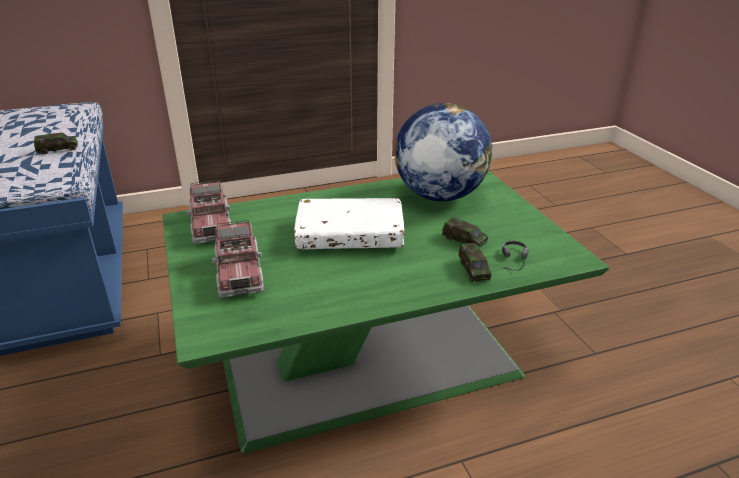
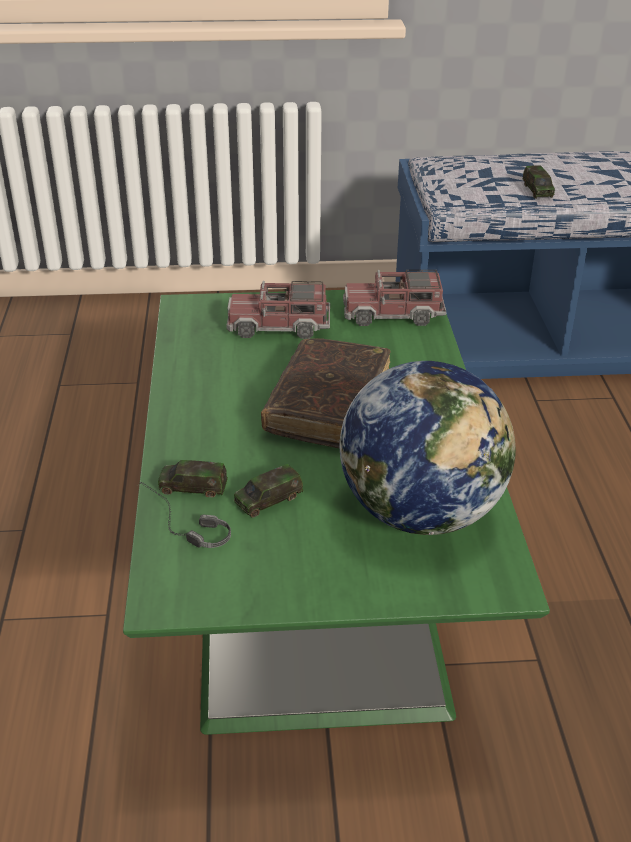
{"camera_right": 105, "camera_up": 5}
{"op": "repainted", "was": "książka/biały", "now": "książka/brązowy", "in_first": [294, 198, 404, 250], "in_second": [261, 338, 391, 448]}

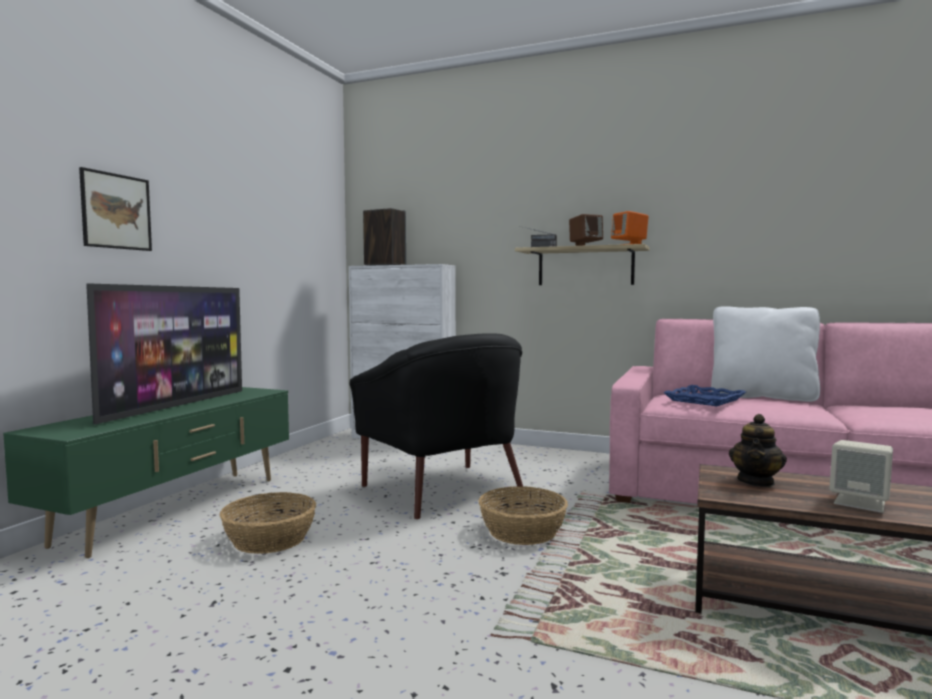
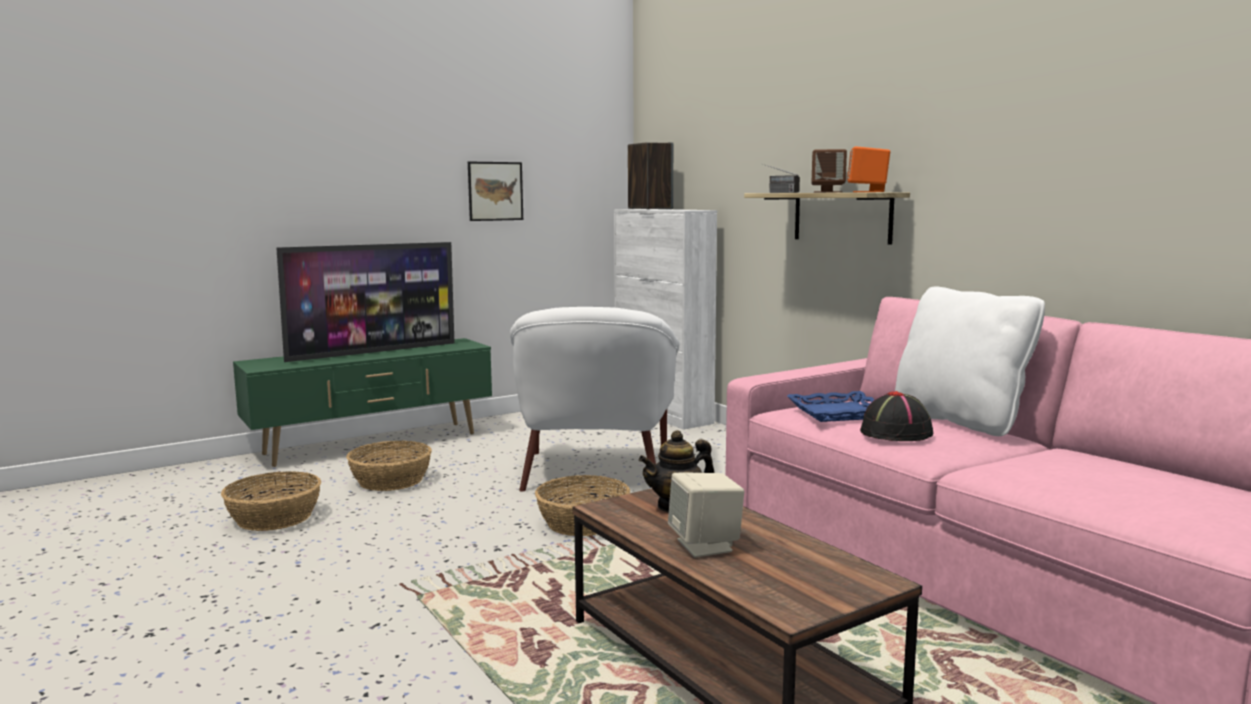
{"camera_right": 35, "camera_up": 5}
{"op": "new", "now": "koszyk", "in_second": [221, 471, 321, 531]}
{"op": "shifted", "was": "obraz", "in_first": [79, 167, 152, 251], "in_second": [468, 162, 523, 221]}
{"op": "repainted", "was": "fotel/czarny", "now": "fotel/biały", "in_first": [350, 333, 523, 519], "in_second": [510, 307, 680, 492]}
{"op": "new", "now": "kapelusz/czarny", "in_second": [860, 391, 933, 441]}

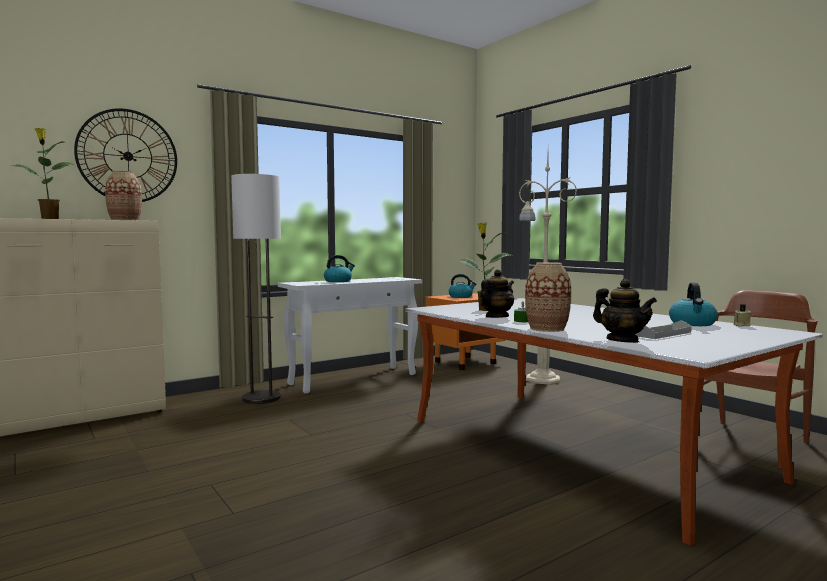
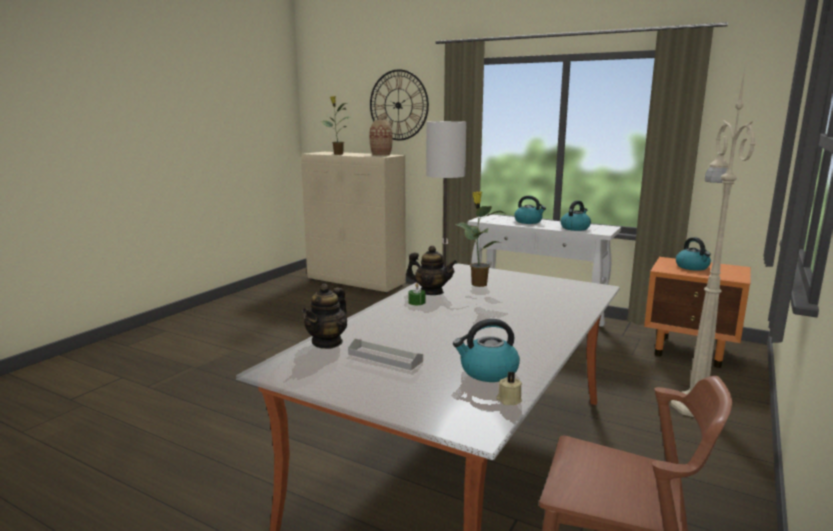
{"camera_right": 65, "camera_up": 10}
{"op": "new", "now": "czajnik", "in_second": [560, 201, 591, 231]}
{"op": "gone", "was": "wazon", "in_first": [525, 262, 571, 332]}

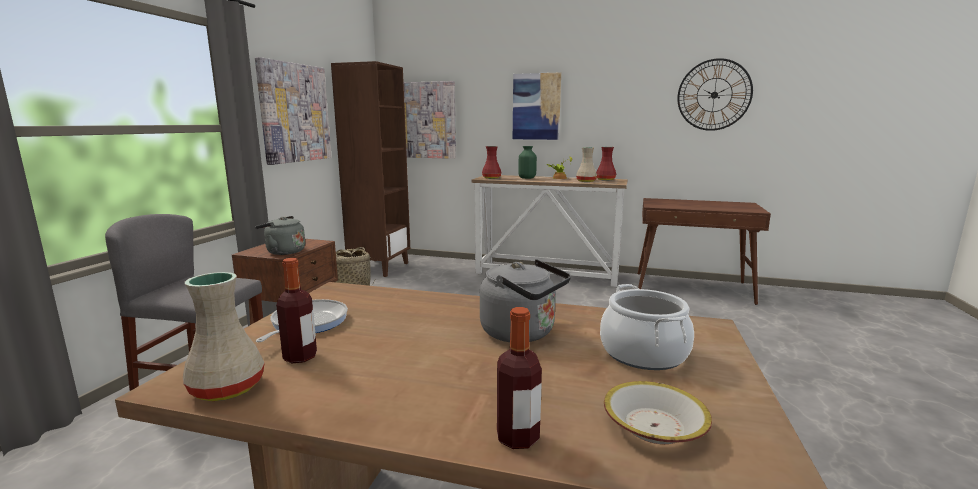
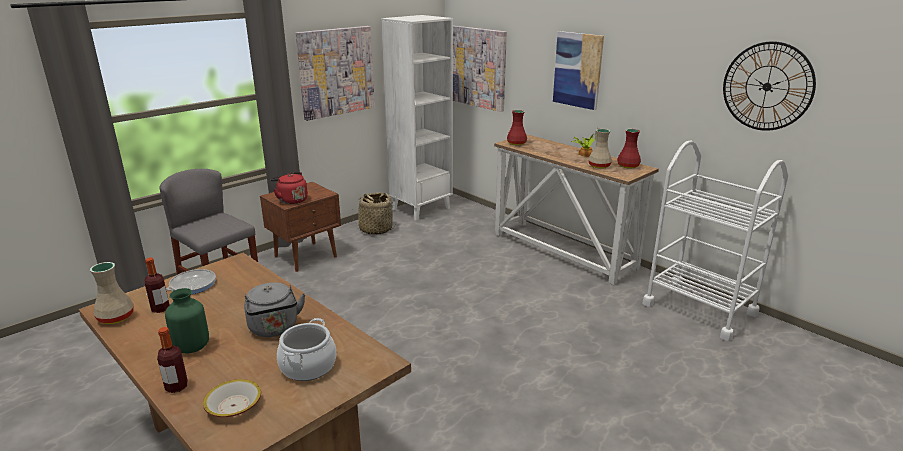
{"camera_right": 30, "camera_up": 10}
{"op": "shifted", "was": "wazon/zielony", "in_first": [518, 146, 537, 179], "in_second": [165, 288, 209, 354]}
{"op": "repainted", "was": "czajnik/szary", "now": "czajnik/czerwony", "in_first": [255, 216, 305, 255], "in_second": [270, 172, 308, 204]}
{"op": "repainted", "was": "regał/brązowy", "now": "regał/biały", "in_first": [331, 61, 410, 277], "in_second": [381, 15, 453, 221]}
{"op": "swapped", "was": "biurko/brązowy", "now": "wózek/biały", "in_first": [638, 198, 771, 305], "in_second": [642, 140, 788, 341]}

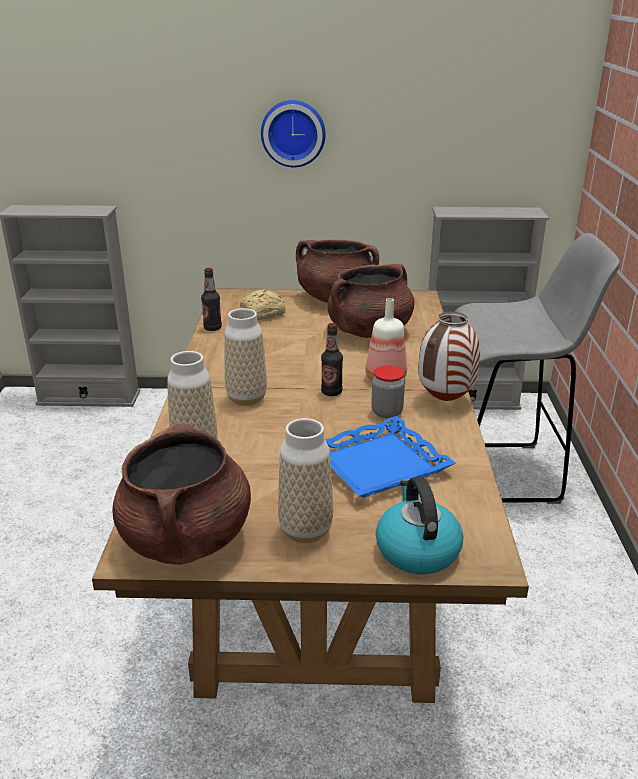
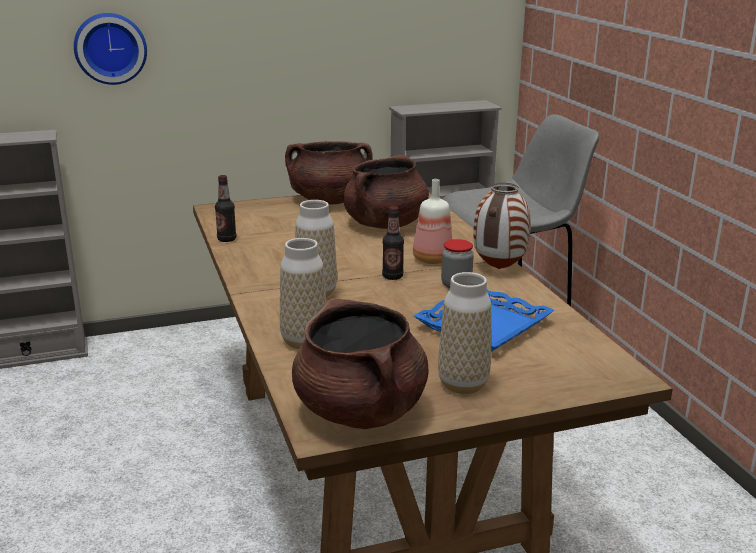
{"camera_right": -20, "camera_up": -5}
{"op": "shifted", "was": "zegar ścienny", "in_first": [261, 100, 326, 167], "in_second": [74, 13, 147, 85]}
{"op": "gone", "was": "chleb", "in_first": [240, 290, 286, 320]}
{"op": "gone", "was": "czajnik", "in_first": [376, 477, 463, 574]}

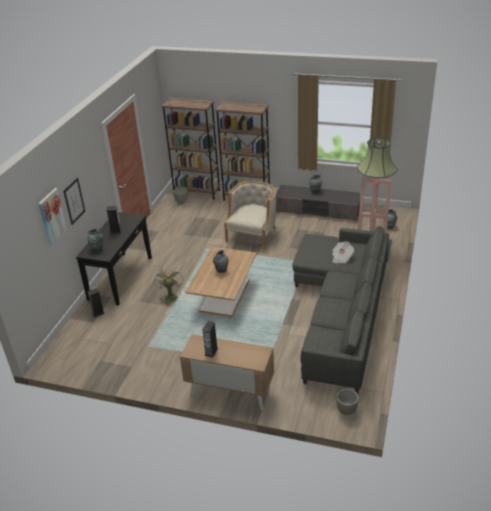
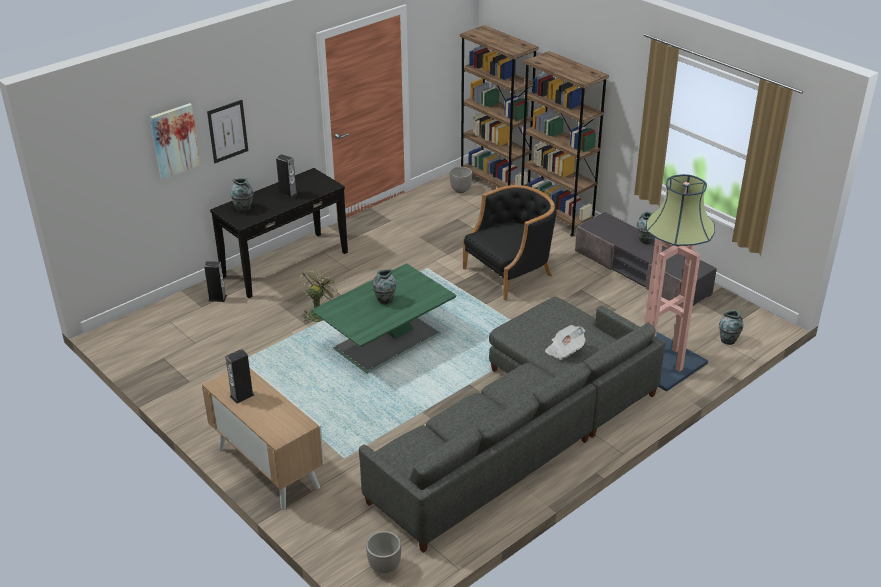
{"camera_right": 30, "camera_up": 0}
{"op": "repainted", "was": "ława/brązowy", "now": "ława/zielony", "in_first": [185, 247, 257, 317], "in_second": [311, 263, 457, 374]}
{"op": "repainted", "was": "fotel/beżowy", "now": "fotel/czarny", "in_first": [224, 181, 276, 250], "in_second": [463, 185, 556, 300]}

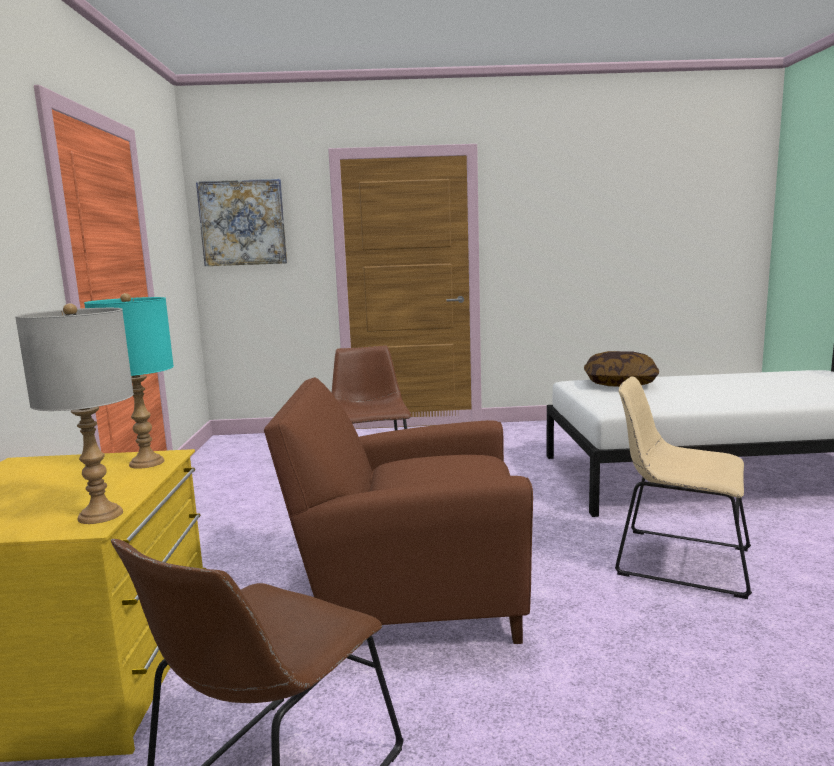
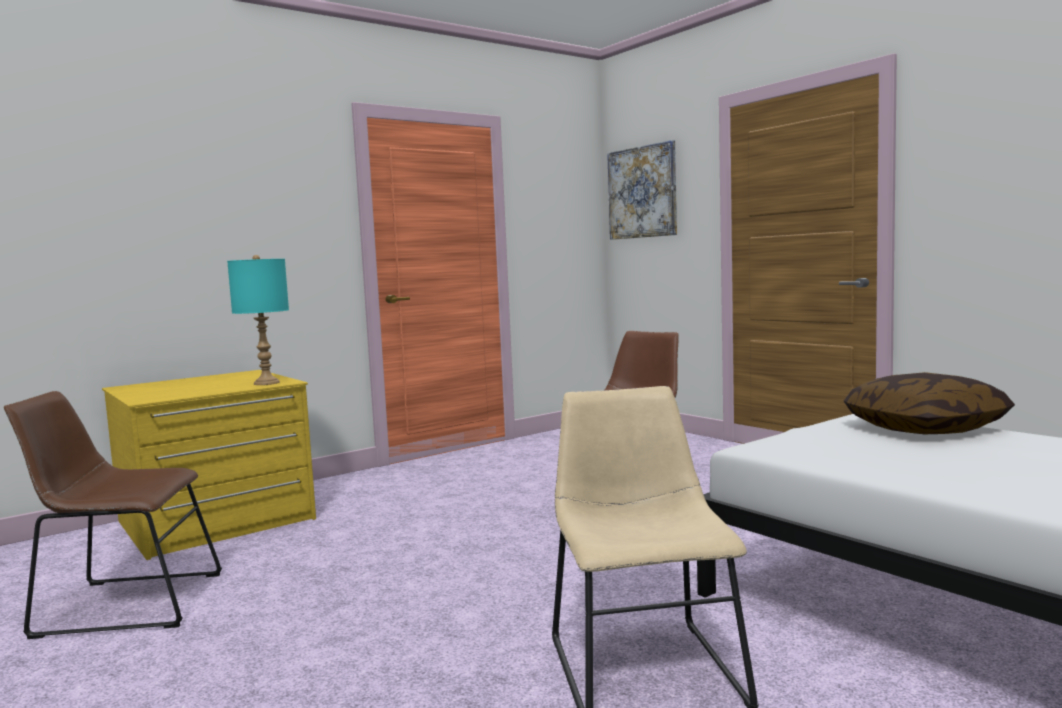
{"camera_right": 55, "camera_up": -5}
{"op": "gone", "was": "lampa stołowa/szary", "in_first": [15, 303, 134, 524]}
{"op": "gone", "was": "fotel/brązowy", "in_first": [264, 377, 533, 644]}

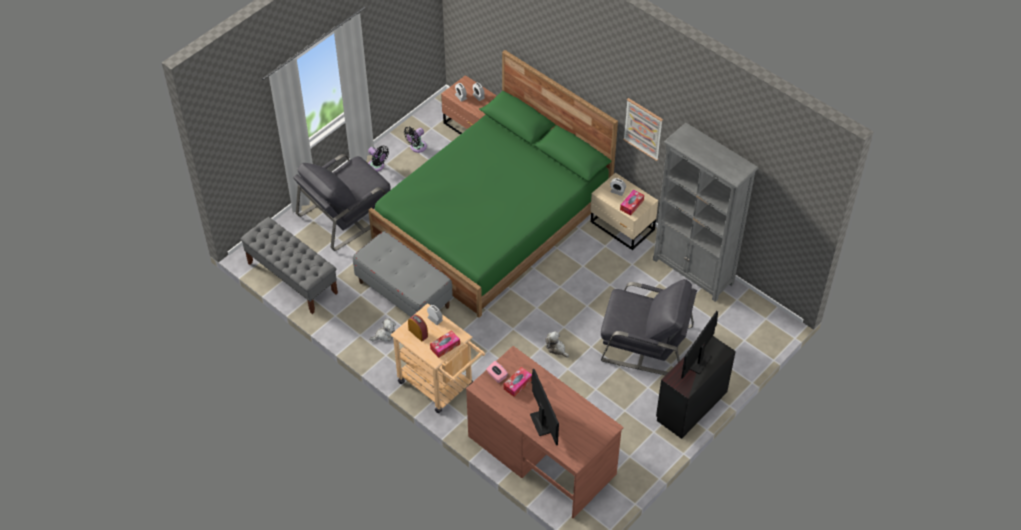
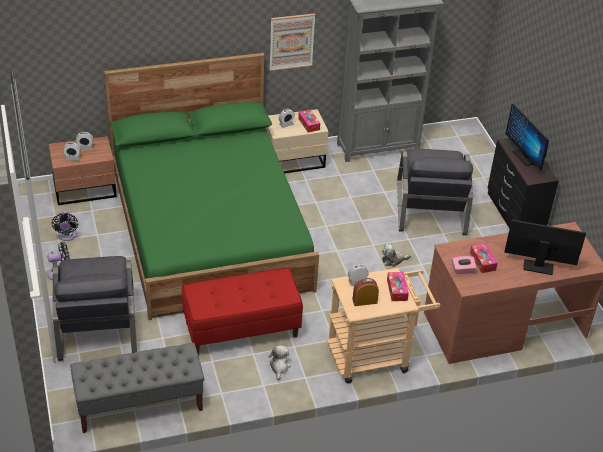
{"camera_right": -60, "camera_up": -10}
{"op": "repainted", "was": "ławka/szary", "now": "ławka/czerwony", "in_first": [353, 231, 453, 317], "in_second": [182, 268, 303, 354]}
{"op": "rotated", "was": "fotel/szary", "in_first": [601, 279, 697, 375], "in_second": [397, 148, 473, 235], "clockwise": 135}

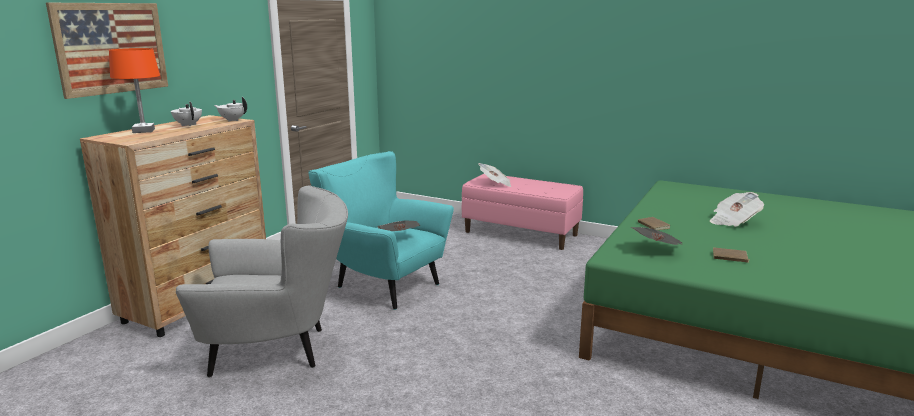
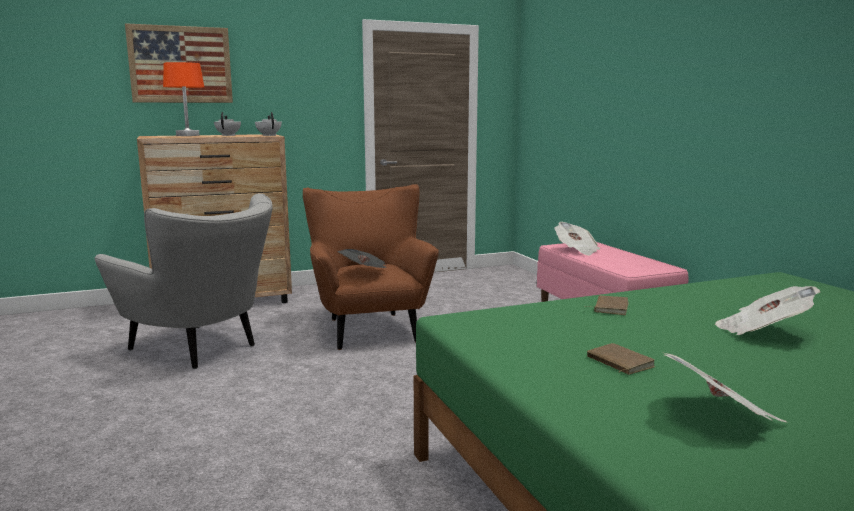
{"camera_right": 40, "camera_up": -5}
{"op": "repainted", "was": "fotel/turkusowy", "now": "fotel/brązowy", "in_first": [308, 151, 454, 310], "in_second": [303, 184, 439, 350]}
{"op": "shifted", "was": "gazeta", "in_first": [630, 227, 683, 245], "in_second": [665, 353, 787, 422]}

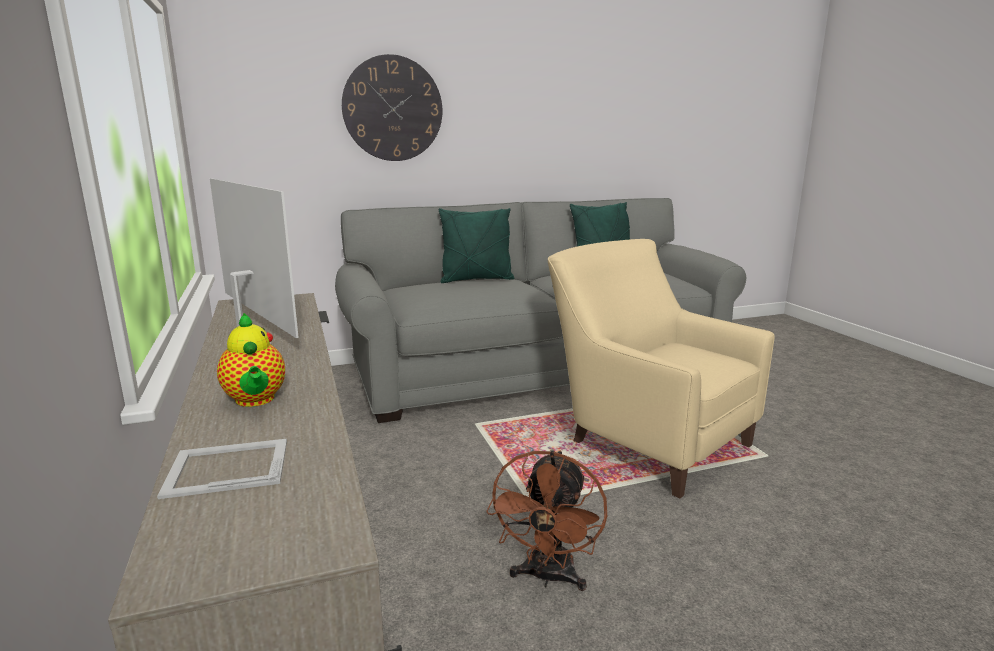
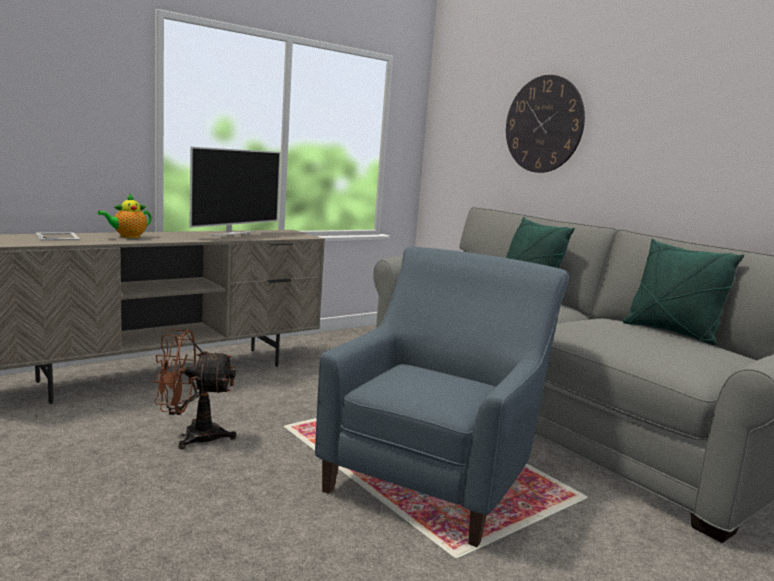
{"camera_right": 70, "camera_up": -5}
{"op": "repainted", "was": "fotel/beżowy", "now": "fotel/niebieski", "in_first": [548, 239, 775, 498], "in_second": [315, 247, 569, 547]}

